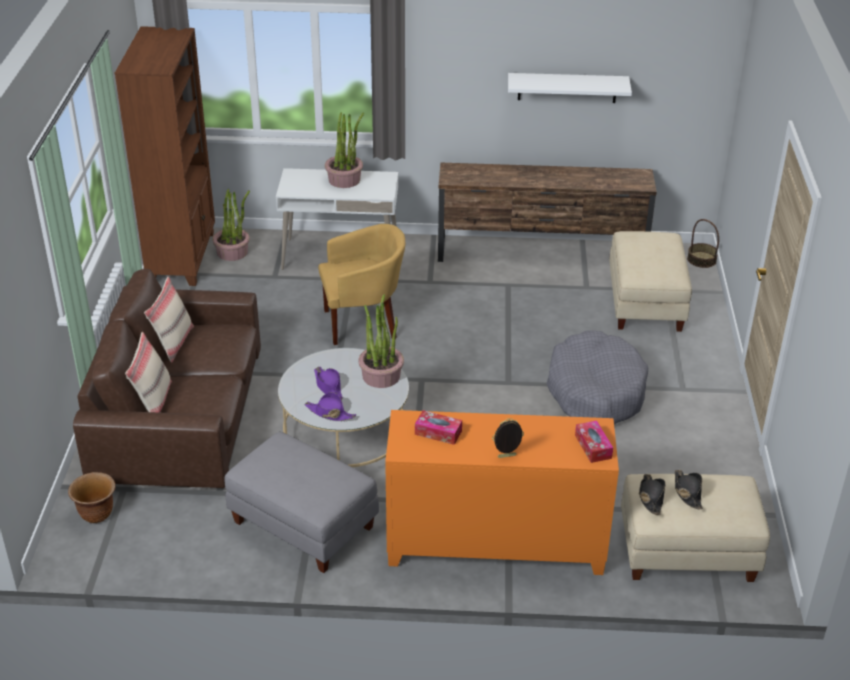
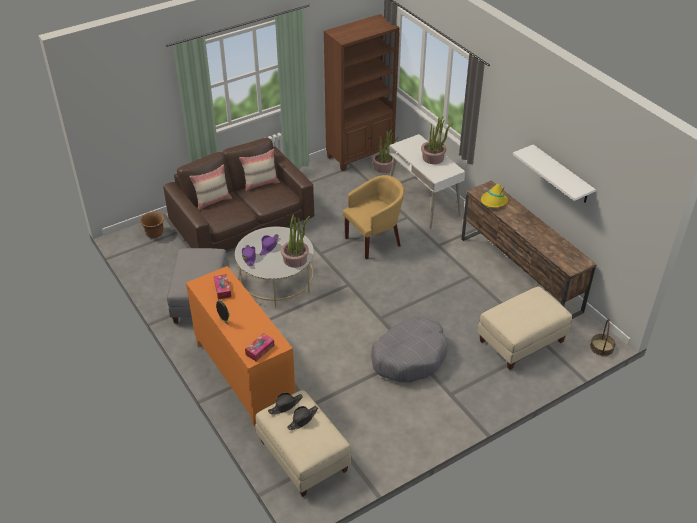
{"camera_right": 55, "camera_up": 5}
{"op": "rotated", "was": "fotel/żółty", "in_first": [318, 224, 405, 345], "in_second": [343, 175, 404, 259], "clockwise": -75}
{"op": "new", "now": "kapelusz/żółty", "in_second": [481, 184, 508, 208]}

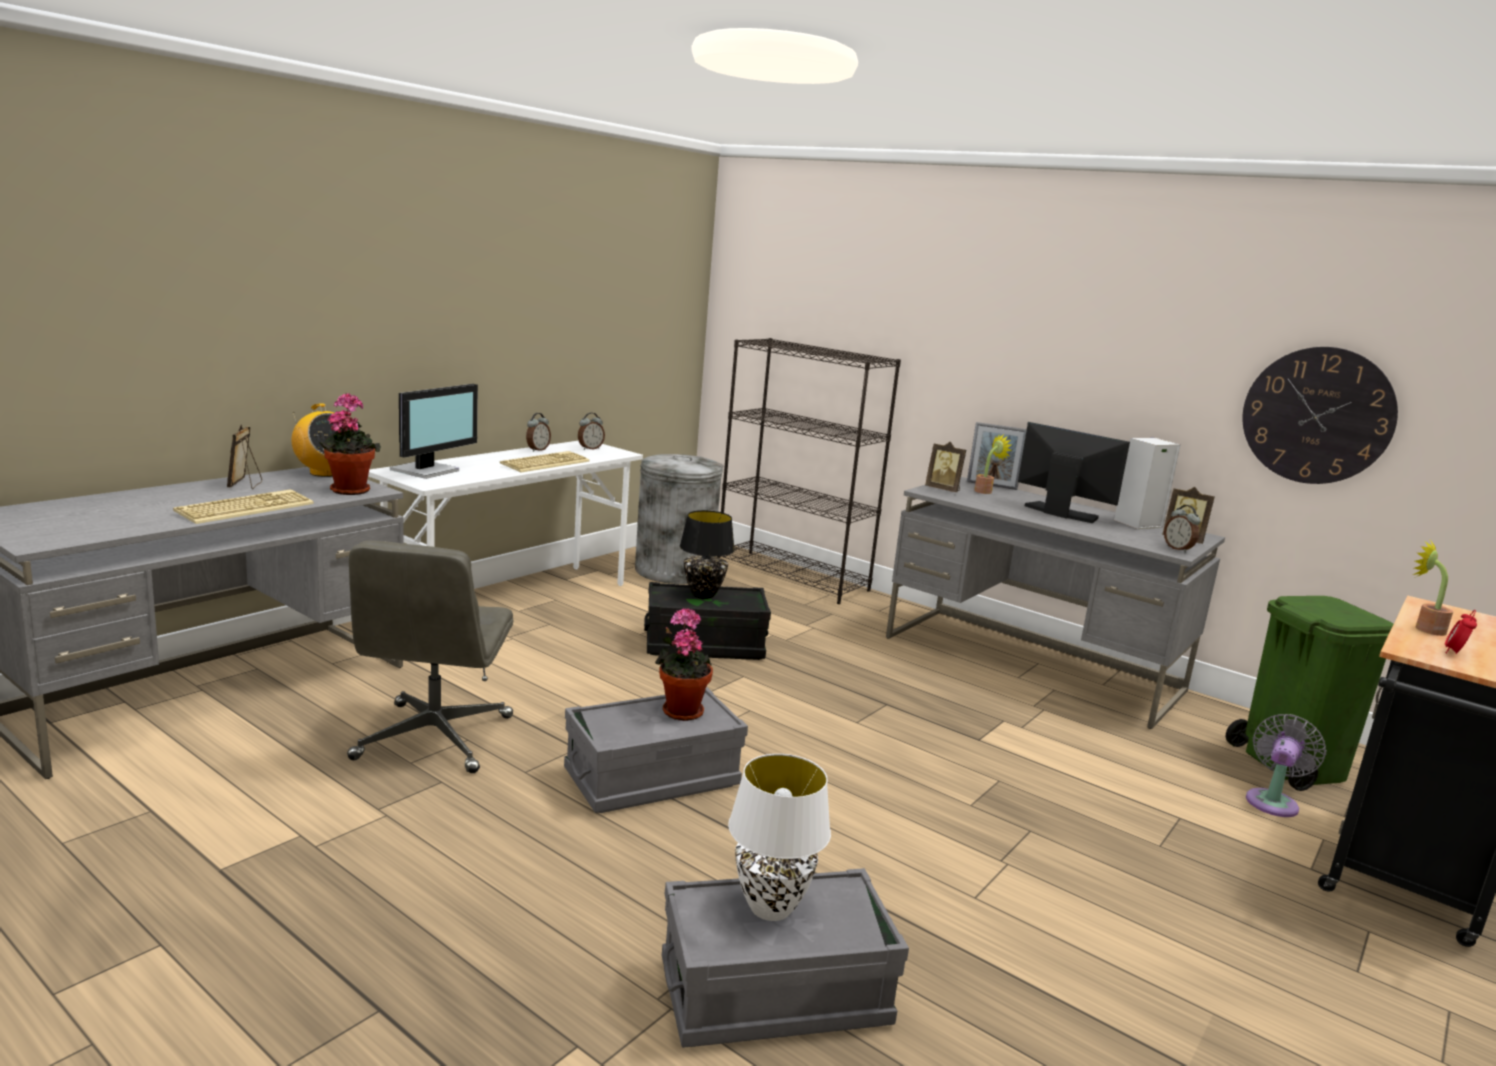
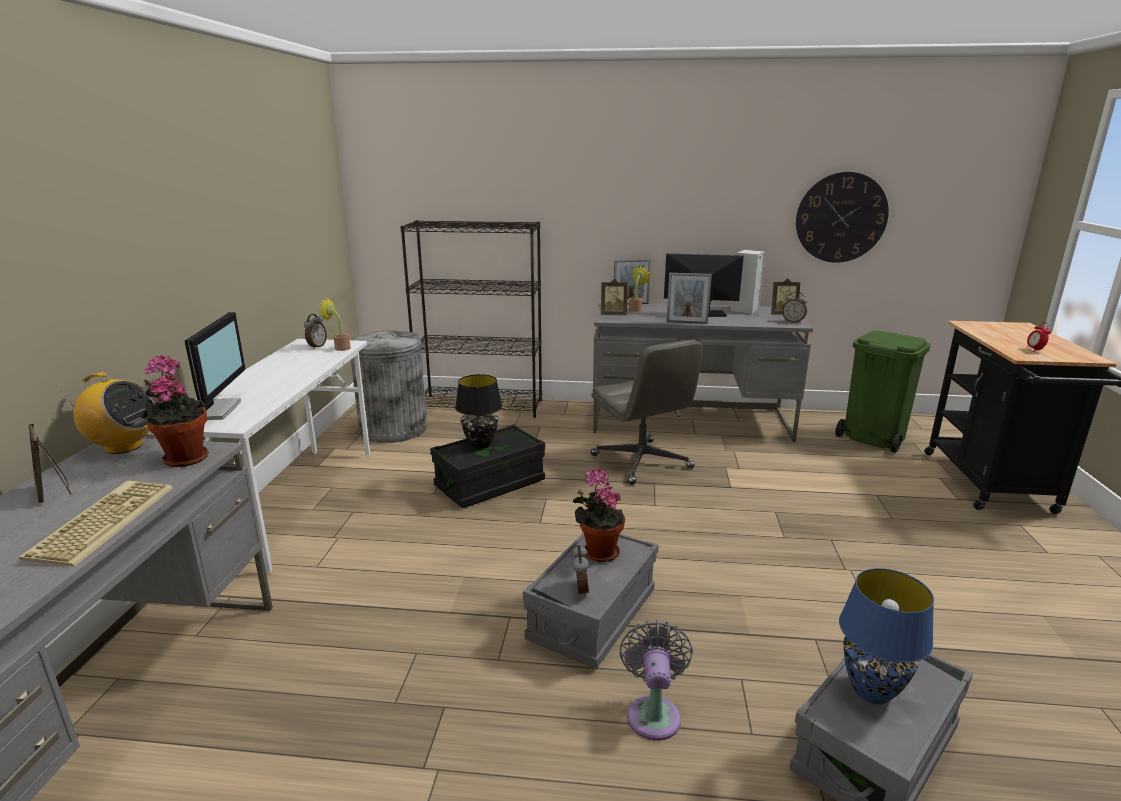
{"camera_right": -30, "camera_up": 5}
{"op": "shifted", "was": "roślina doniczkowa", "in_first": [1413, 539, 1453, 636], "in_second": [318, 299, 351, 351]}
{"op": "shifted", "was": "budzik", "in_first": [526, 413, 551, 452], "in_second": [572, 545, 589, 597]}
{"op": "shifted", "was": "krzesło biurowe/szary", "in_first": [347, 541, 513, 773], "in_second": [591, 339, 703, 485]}
{"op": "shifted", "was": "wentylator/szary", "in_first": [1246, 714, 1326, 817], "in_second": [620, 620, 693, 741]}
{"op": "new", "now": "ramka na zdjęcie", "in_second": [666, 273, 712, 324]}
{"op": "repainted", "was": "lampa stołowa/biały", "now": "lampa stołowa/niebieski", "in_first": [728, 754, 831, 921], "in_second": [839, 568, 934, 704]}
{"op": "gone", "was": "klawiatura", "in_first": [500, 451, 590, 472]}

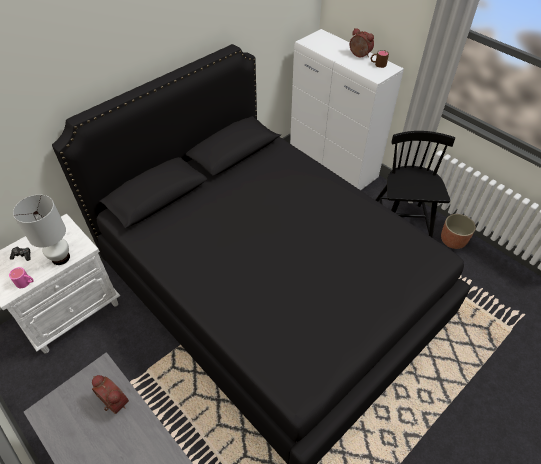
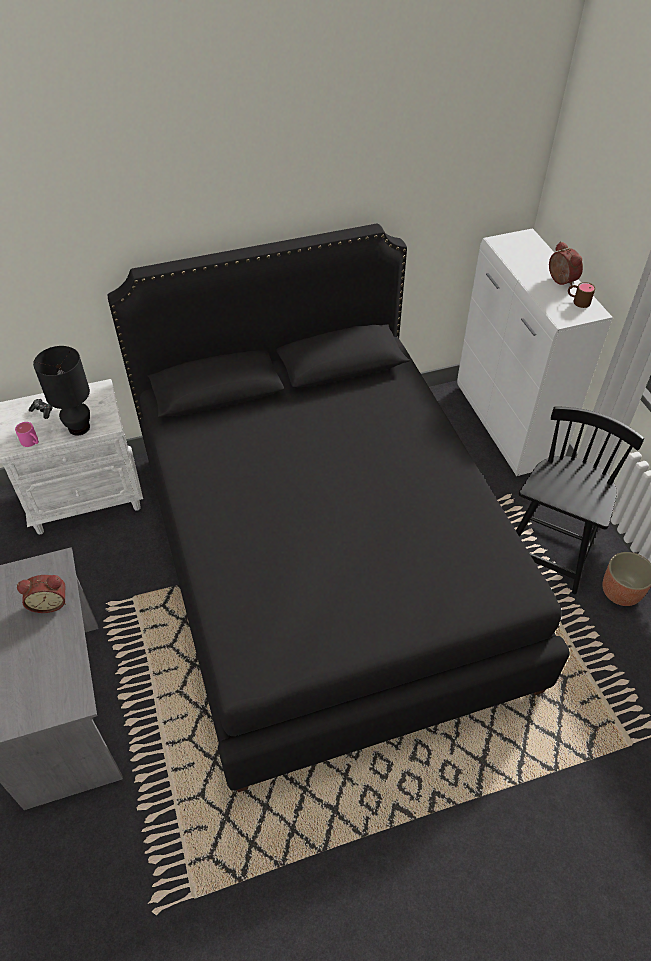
{"camera_right": 25, "camera_up": 0}
{"op": "rotated", "was": "budzik", "in_first": [92, 375, 129, 414], "in_second": [17, 575, 66, 613], "clockwise": 105}
{"op": "repainted", "was": "lampa stołowa/biały", "now": "lampa stołowa/czarny", "in_first": [13, 195, 70, 265], "in_second": [33, 346, 90, 435]}

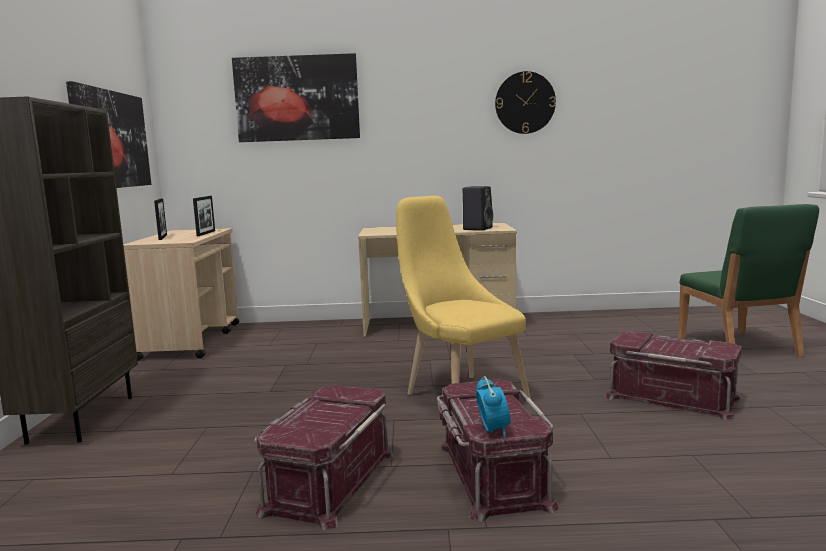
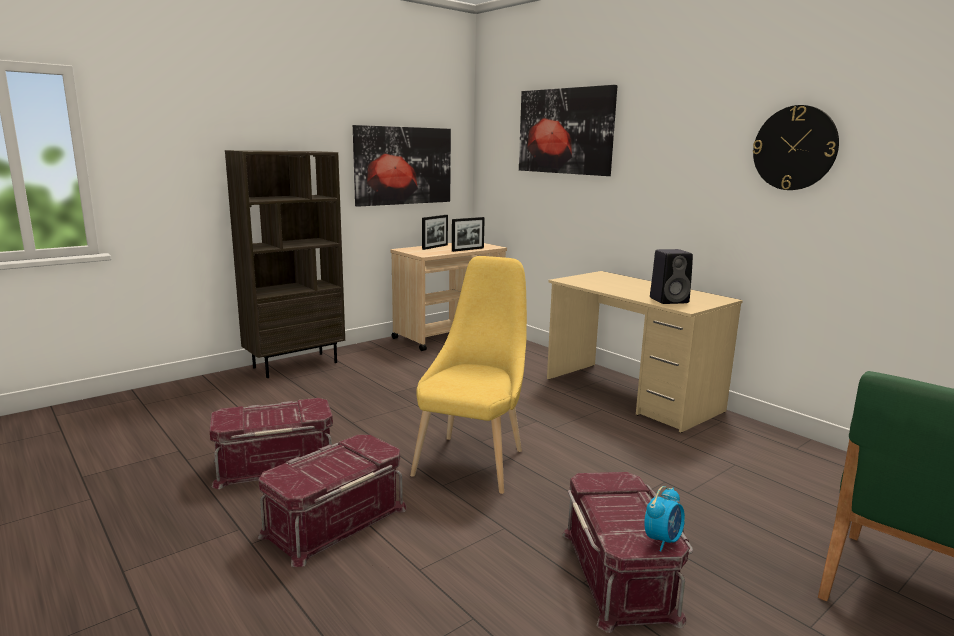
{"camera_right": 50, "camera_up": 5}
{"op": "shifted", "was": "budzik", "in_first": [476, 376, 511, 438], "in_second": [644, 486, 685, 551]}

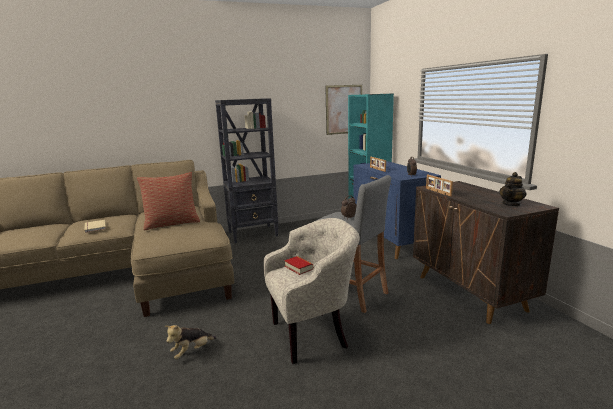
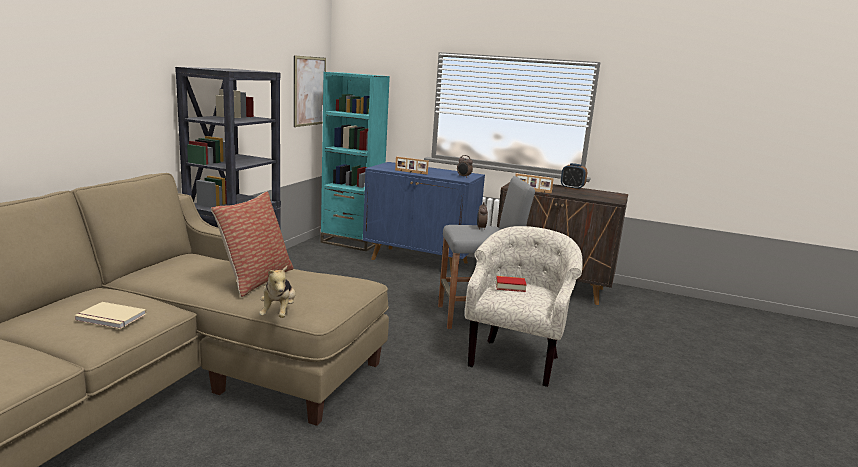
{"camera_right": -50, "camera_up": 0}
{"op": "shifted", "was": "pluszak", "in_first": [165, 325, 216, 359], "in_second": [259, 266, 296, 318]}
{"op": "new", "now": "budzik", "in_second": [561, 163, 587, 190]}
{"op": "gone", "was": "imbryk", "in_first": [499, 172, 527, 207]}

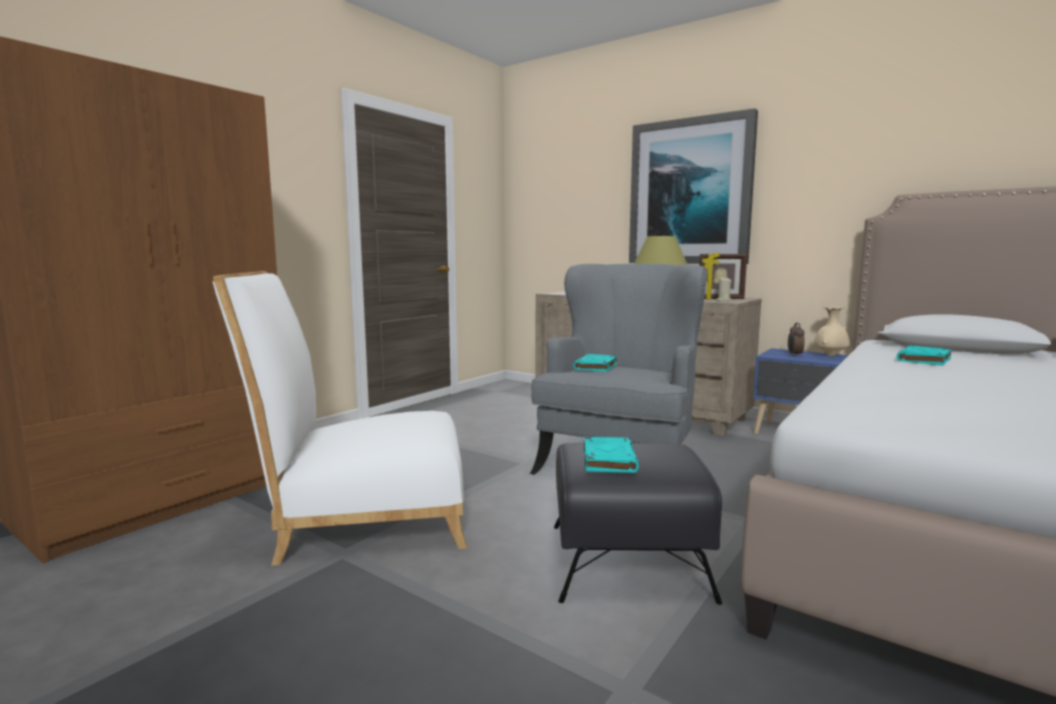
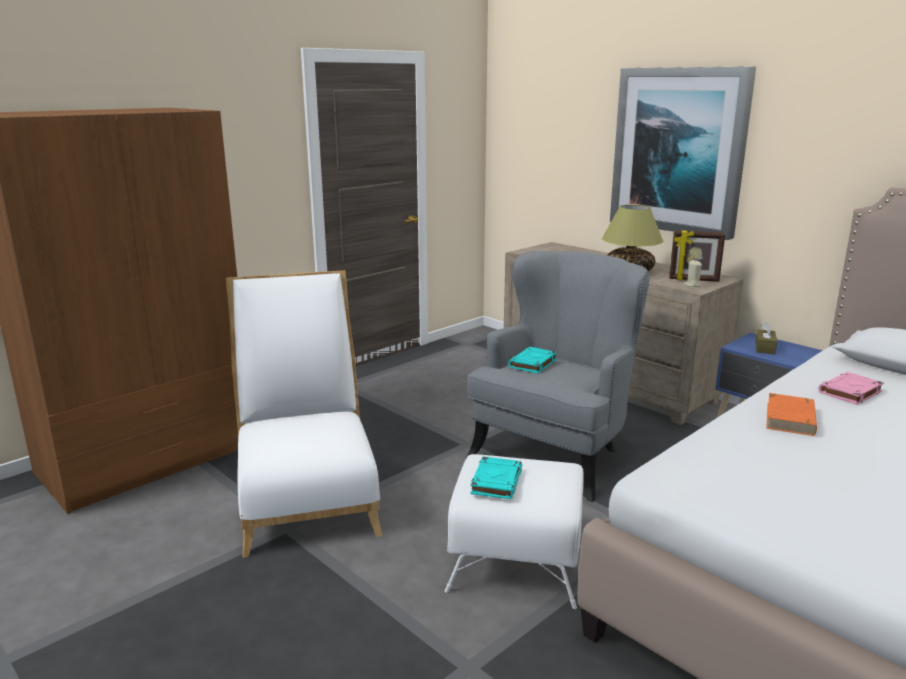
{"camera_right": 10, "camera_up": 10}
{"op": "rotated", "was": "krzesło/biały", "in_first": [213, 271, 467, 565], "in_second": [226, 270, 382, 558], "clockwise": 75}
{"op": "repainted", "was": "pufa/czarny", "now": "pufa/biały", "in_first": [554, 443, 722, 605], "in_second": [445, 454, 584, 609]}
{"op": "swapped", "was": "budzik", "now": "pudełko chusteczek/brązowy", "in_first": [788, 323, 805, 356], "in_second": [755, 322, 777, 354]}
{"op": "new", "now": "książka/pomarańczowy", "in_second": [766, 393, 817, 436]}
{"op": "repainted", "was": "książka/turkusowy", "now": "książka/różowy", "in_first": [897, 346, 952, 366], "in_second": [818, 372, 884, 405]}
{"op": "gone", "was": "wazon/beżowy", "in_first": [814, 307, 850, 356]}

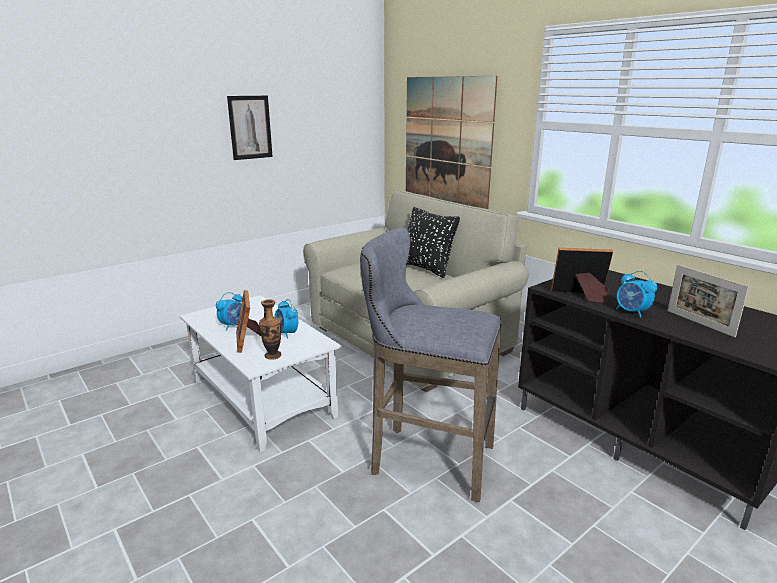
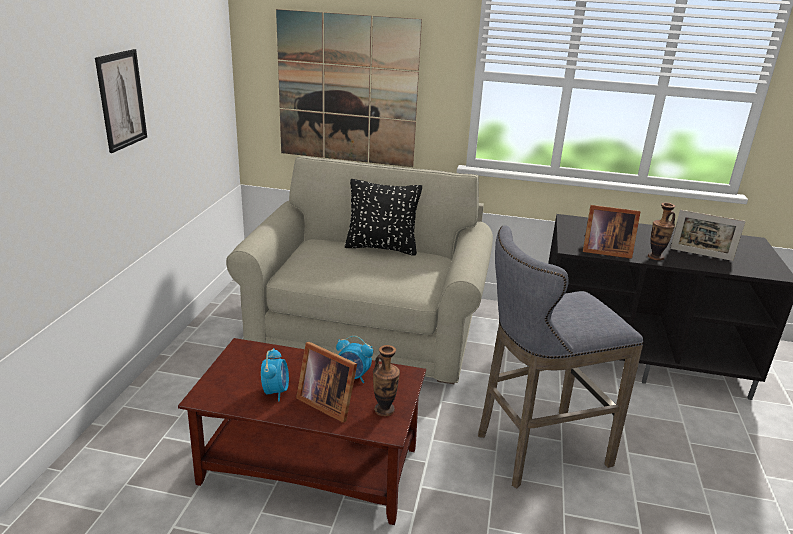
{"camera_right": -40, "camera_up": 5}
{"op": "repainted", "was": "ława/biały", "now": "ława/brązowy", "in_first": [180, 295, 341, 452], "in_second": [178, 338, 426, 525]}
{"op": "rotated", "was": "ramka na zdjęcie", "in_first": [551, 248, 613, 303], "in_second": [583, 205, 641, 259], "clockwise": -135}
{"op": "swapped", "was": "budzik", "now": "wazon", "in_first": [616, 271, 657, 318], "in_second": [648, 202, 675, 261]}

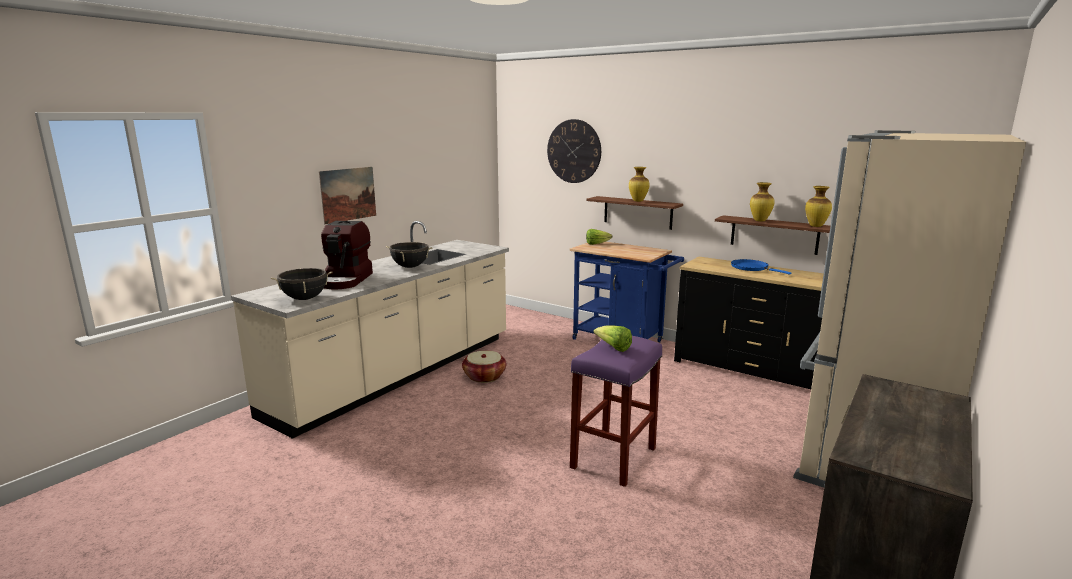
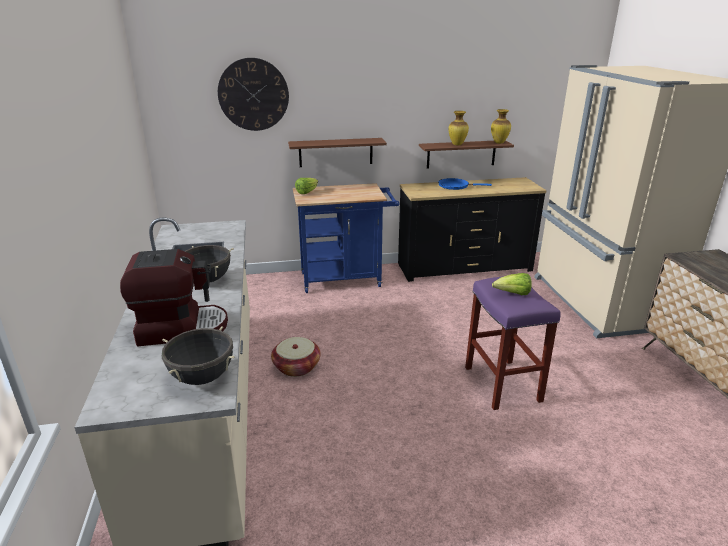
{"camera_right": -45, "camera_up": 10}
{"op": "rotated", "was": "ekspres do kawy", "in_first": [321, 221, 373, 289], "in_second": [120, 249, 228, 346], "clockwise": -60}
{"op": "gone", "was": "obraz", "in_first": [319, 167, 376, 224]}
{"op": "gone", "was": "wazon", "in_first": [629, 167, 649, 202]}

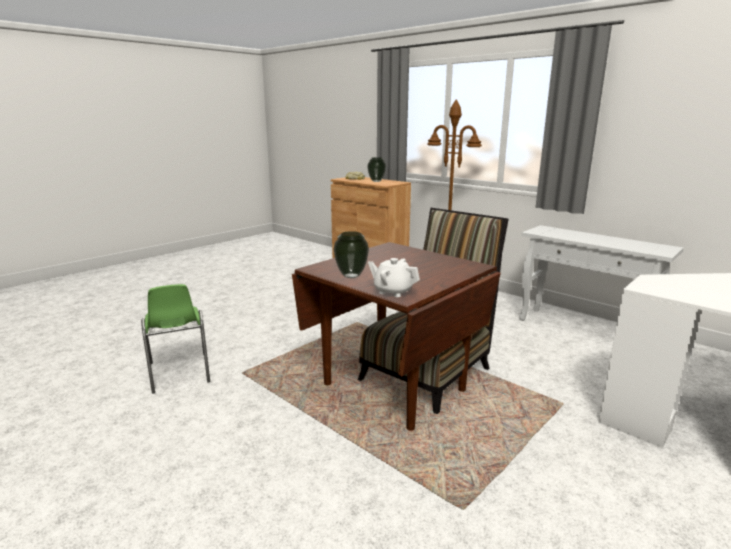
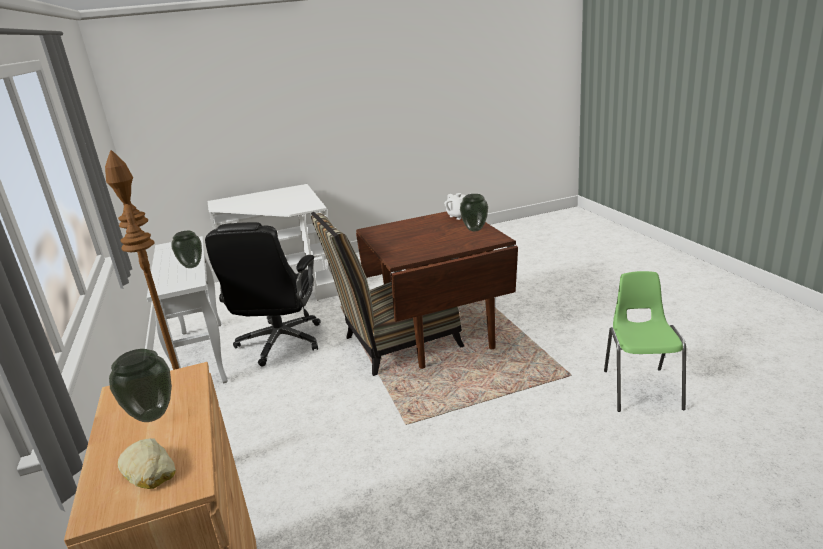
{"camera_right": -150, "camera_up": 5}
{"op": "new", "now": "wazon", "in_second": [171, 231, 202, 268]}
{"op": "new", "now": "krzesło biurowe/czarny", "in_second": [205, 222, 321, 367]}

